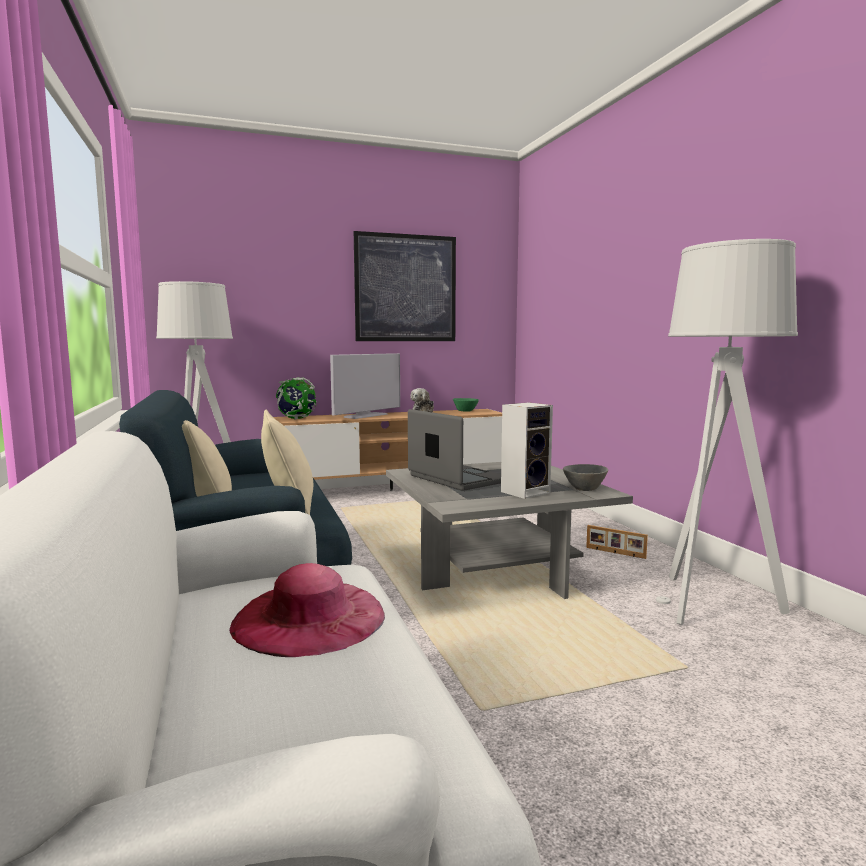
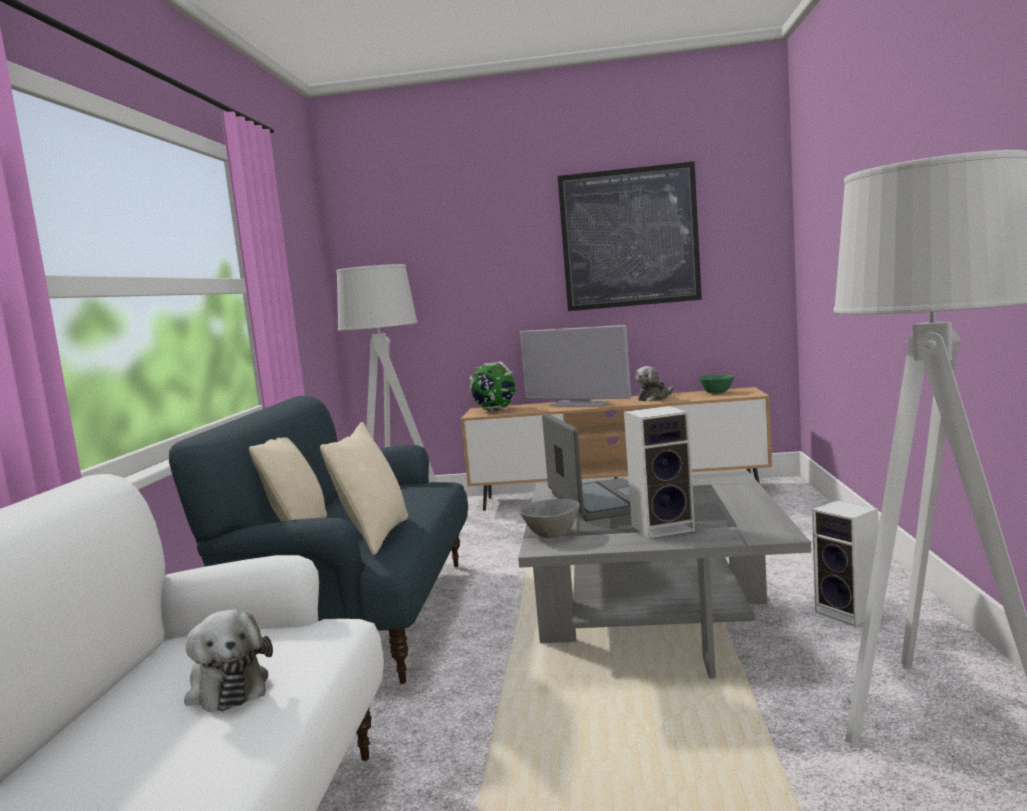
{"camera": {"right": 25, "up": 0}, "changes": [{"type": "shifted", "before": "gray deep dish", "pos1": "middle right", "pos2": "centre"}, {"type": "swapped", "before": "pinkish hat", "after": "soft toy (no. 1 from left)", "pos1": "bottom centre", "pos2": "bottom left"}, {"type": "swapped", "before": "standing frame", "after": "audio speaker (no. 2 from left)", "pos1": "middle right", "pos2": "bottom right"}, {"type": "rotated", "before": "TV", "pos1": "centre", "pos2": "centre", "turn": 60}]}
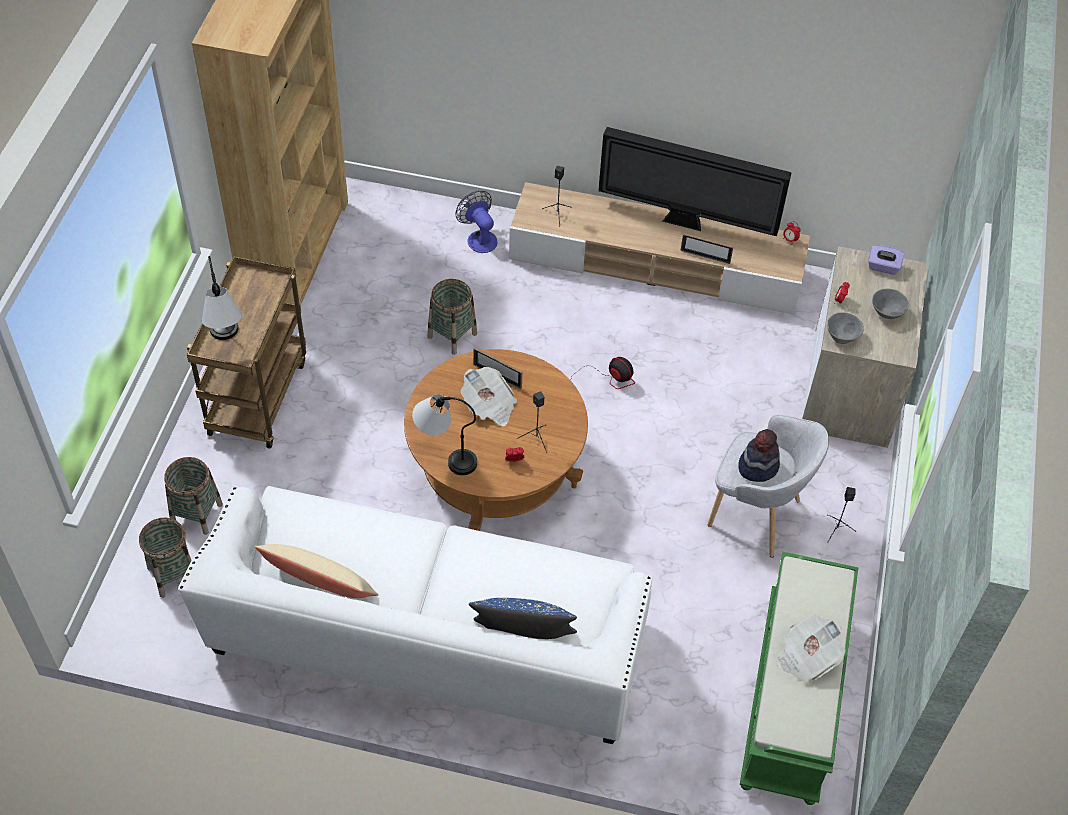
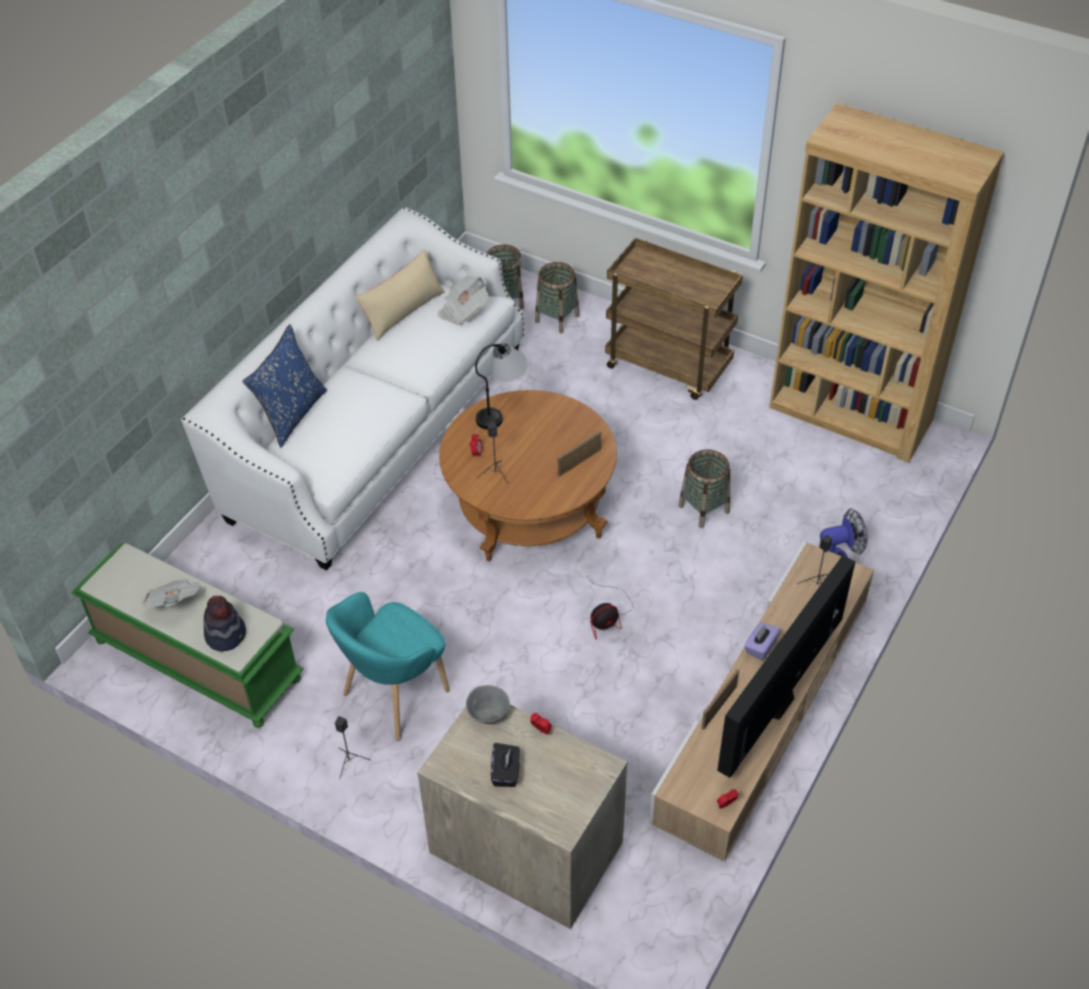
{"camera": {"right": 110, "up": -5}, "changes": [{"type": "gone", "before": "lamp for a table (no. 1 from left)", "pos1": "middle left"}, {"type": "shifted", "before": "daily paper (no. 1 from left in the first image)", "after": "daily paper (no. 2 from left)", "pos1": "centre", "pos2": "top centre"}, {"type": "shifted", "before": "hat", "pos1": "middle right", "pos2": "middle left"}, {"type": "shifted", "before": "purple tissue box", "pos1": "top right", "pos2": "middle right"}, {"type": "swapped", "before": "gray deep dish (no. 2 from left)", "after": "blackish tissue box", "pos1": "middle right", "pos2": "bottom centre"}, {"type": "repainted", "before": "gray lounge chair", "after": "turquoise-coloured lounge chair", "pos1": "middle right", "pos2": "bottom centre"}]}
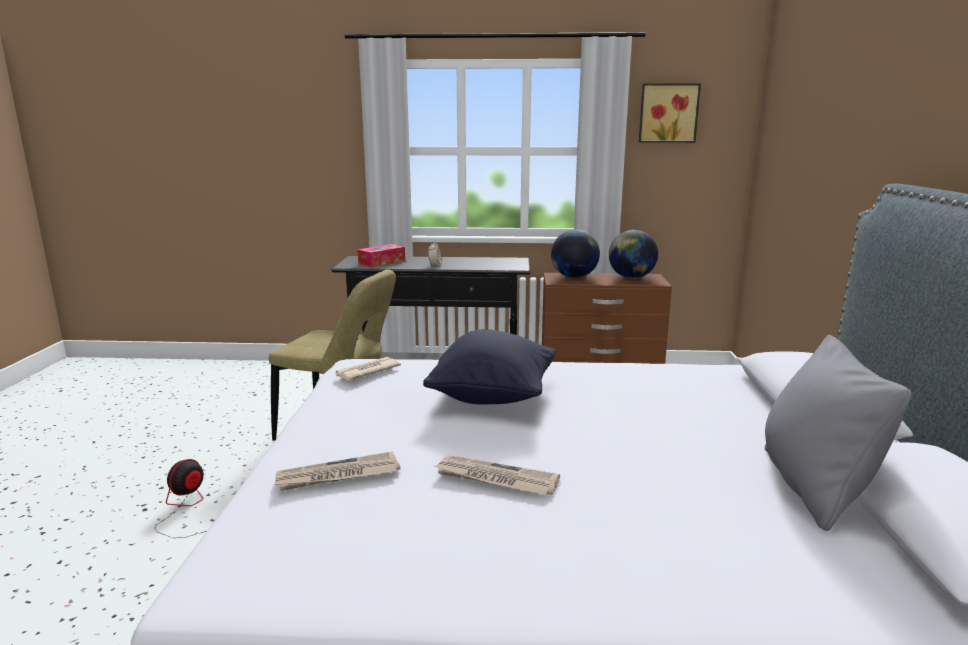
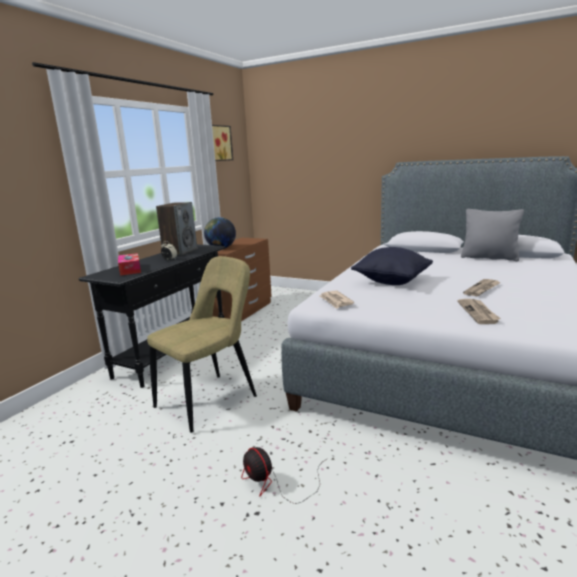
{"camera": {"right": -65, "up": 0}, "changes": [{"type": "gone", "before": "globe (no. 2 from left)", "pos1": "centre"}, {"type": "new", "after": "audio speaker", "pos2": "middle left"}]}
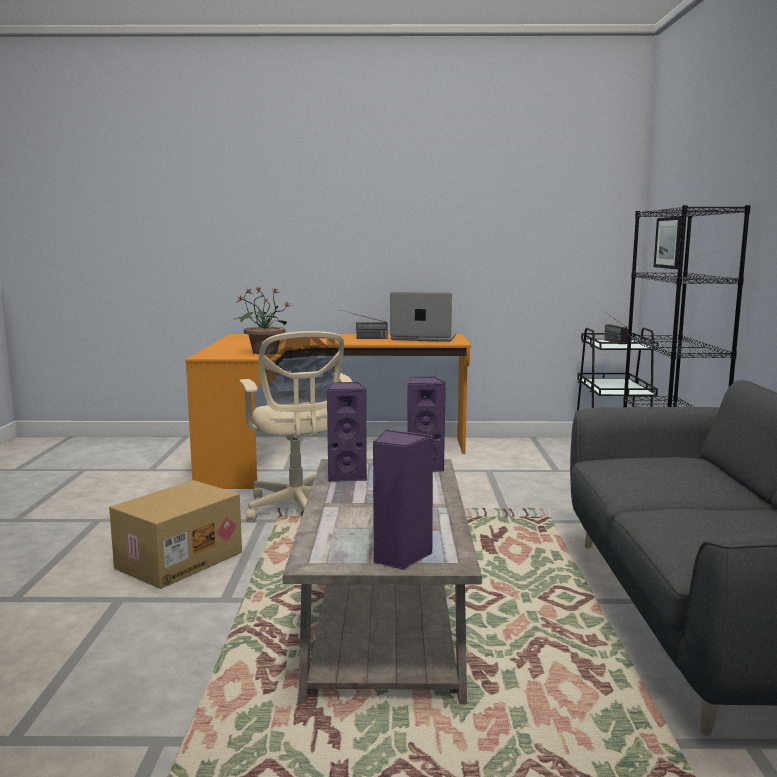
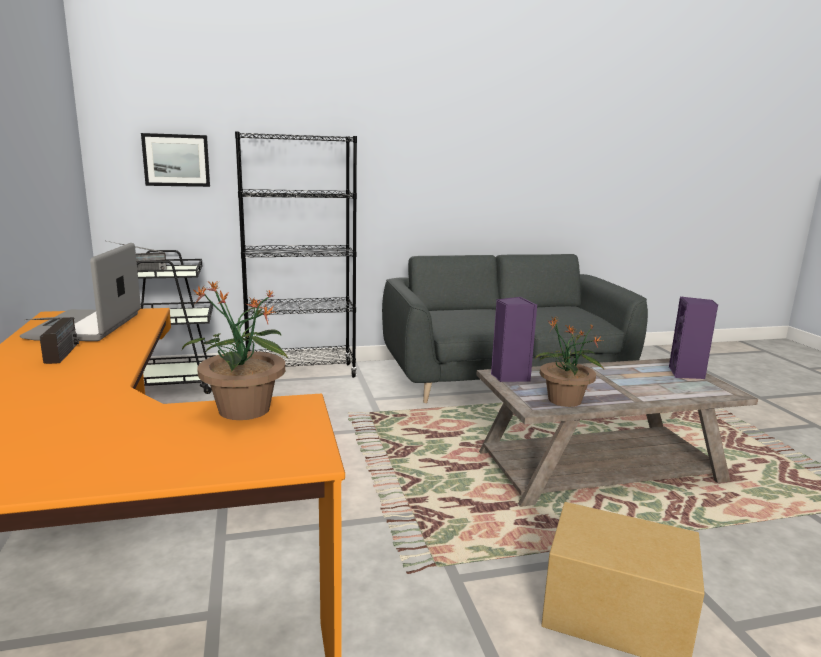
{"camera": {"right": -105, "up": 5}, "changes": [{"type": "gone", "before": "sand-coloured computer chair", "pos1": "centre"}, {"type": "swapped", "before": "purple audio speaker (no. 1 from left)", "after": "houseplant (no. 2 from left)", "pos1": "centre", "pos2": "middle right"}]}
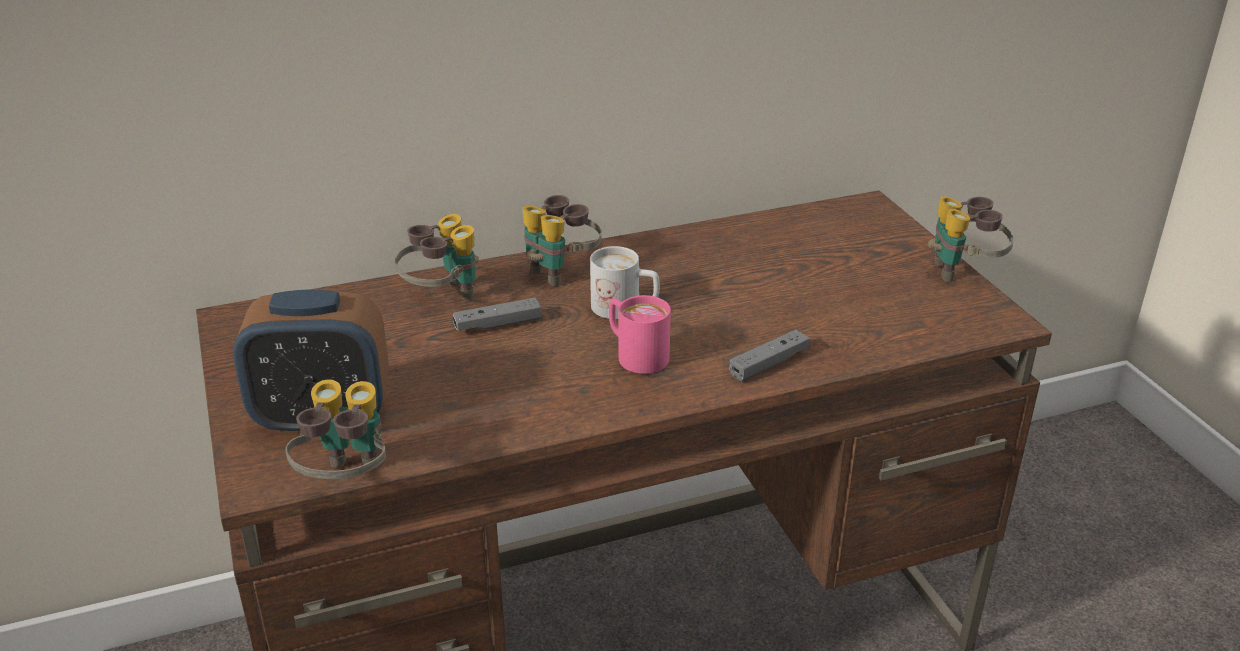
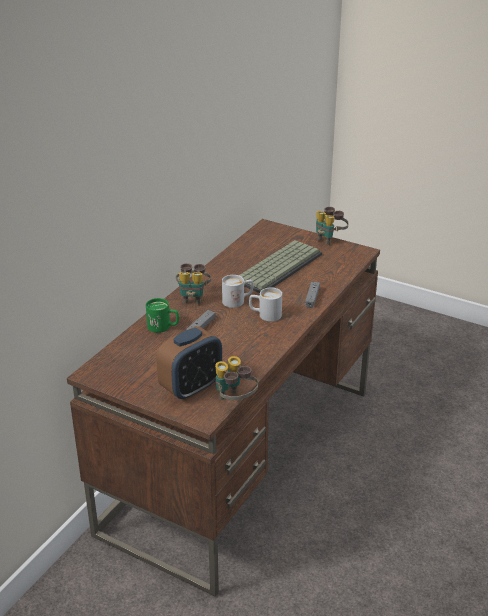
{"camera": {"right": -40, "up": 0}, "changes": [{"type": "new", "after": "computer keyboard", "pos2": "centre"}, {"type": "swapped", "before": "field glasses (no. 2 from left)", "after": "green mug", "pos1": "centre", "pos2": "middle left"}, {"type": "repainted", "before": "pinkish mug", "after": "white mug (no. 2 from left)", "pos1": "centre", "pos2": "centre"}]}
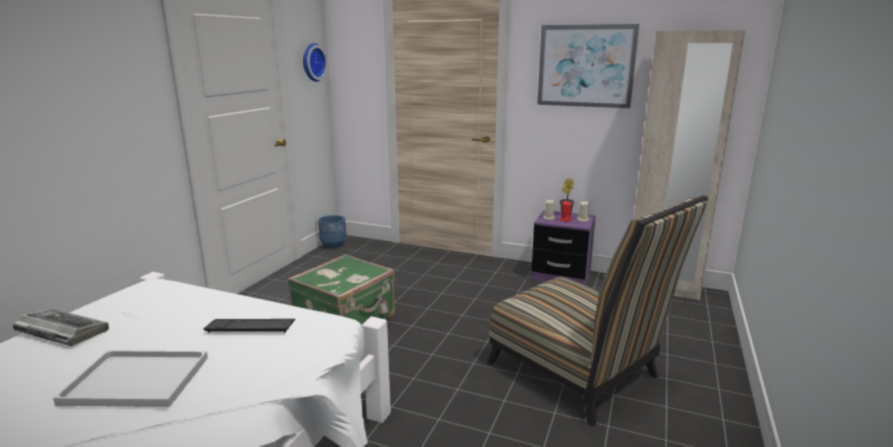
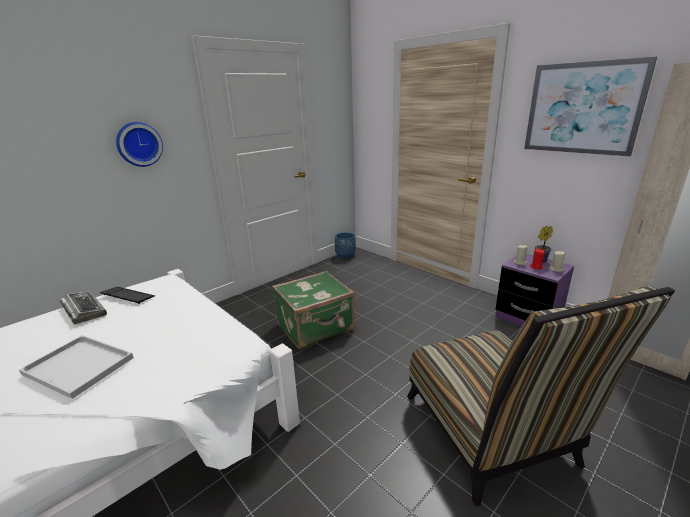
{"camera": {"right": 25, "up": 5}, "changes": [{"type": "shifted", "before": "computer keyboard (no. 2 from left)", "pos1": "bottom left", "pos2": "middle left"}, {"type": "shifted", "before": "wall clock", "pos1": "top centre", "pos2": "top left"}]}
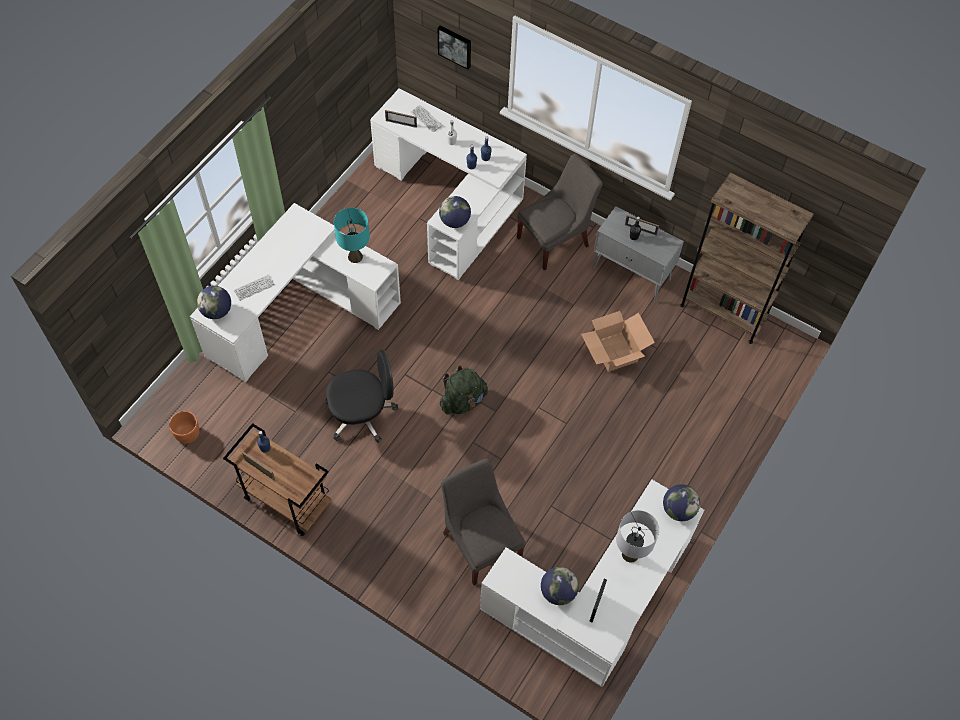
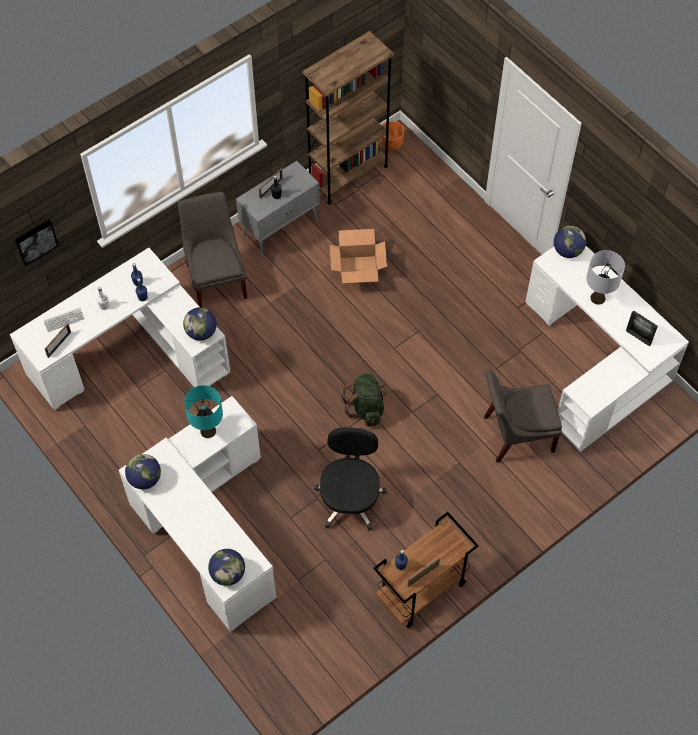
{"camera": {"right": -70, "up": 0}, "changes": [{"type": "gone", "before": "computer keyboard (no. 1 from left)", "pos1": "middle left"}, {"type": "shifted", "before": "orange-coloured flower pot", "pos1": "middle left", "pos2": "top centre"}, {"type": "shifted", "before": "globe (no. 3 from left in the first image)", "after": "globe (no. 1 from left)", "pos1": "bottom centre", "pos2": "middle left"}]}
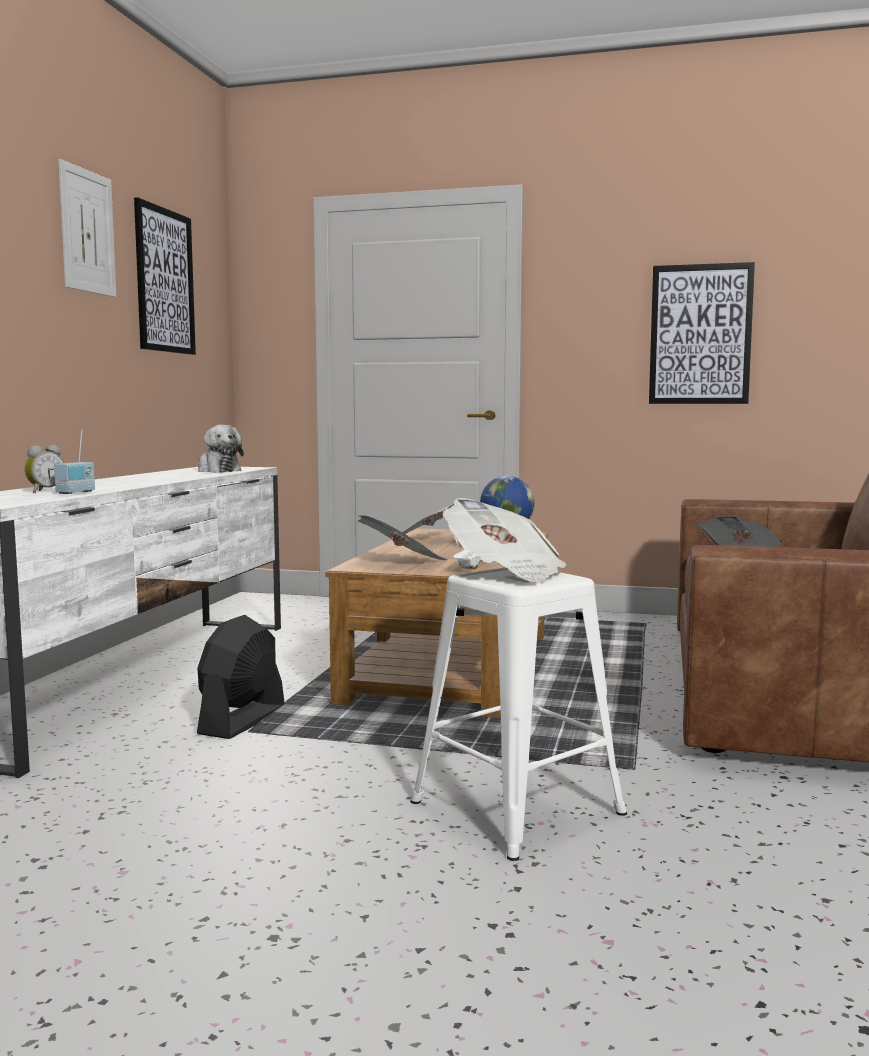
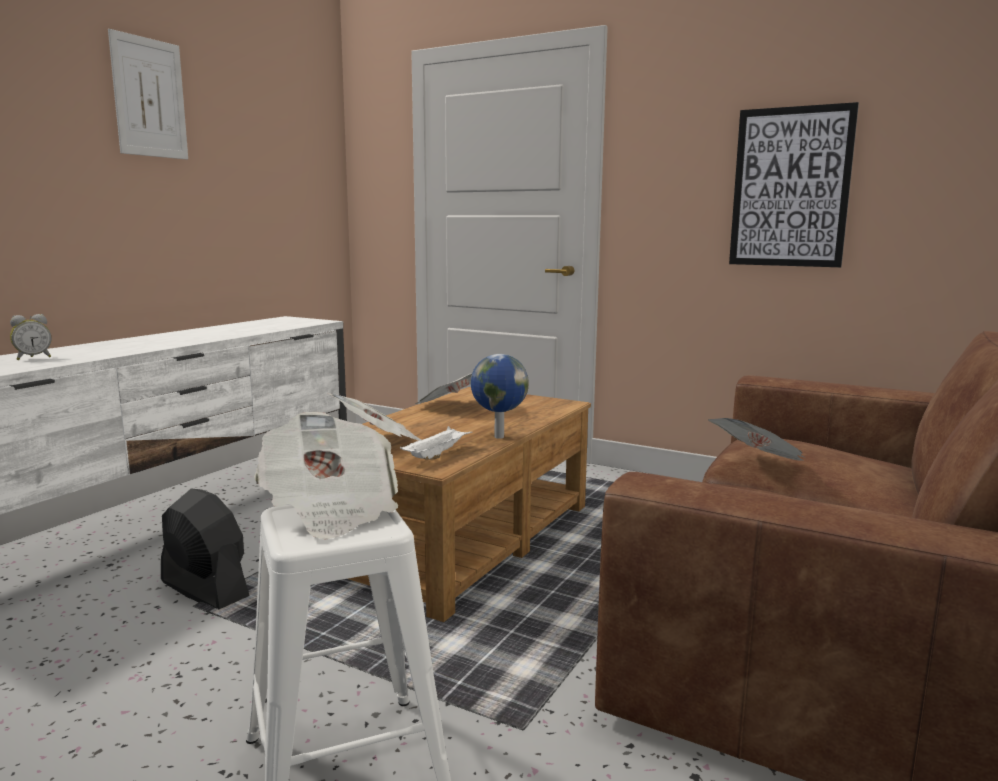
{"camera": {"right": 15, "up": 5}, "changes": [{"type": "gone", "before": "radio receiver", "pos1": "middle left"}, {"type": "gone", "before": "wall picture (no. 2 from left)", "pos1": "top left"}, {"type": "gone", "before": "soft toy", "pos1": "middle left"}, {"type": "rotated", "before": "blackish cooling fan", "pos1": "middle left", "pos2": "bottom left", "turn": 90}]}
